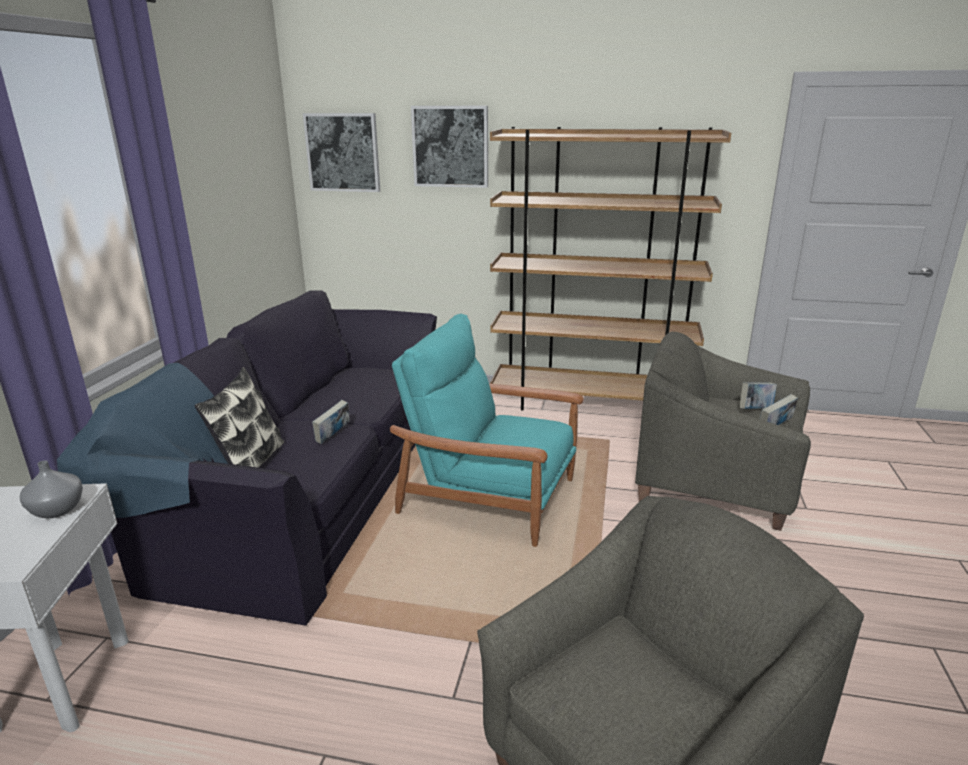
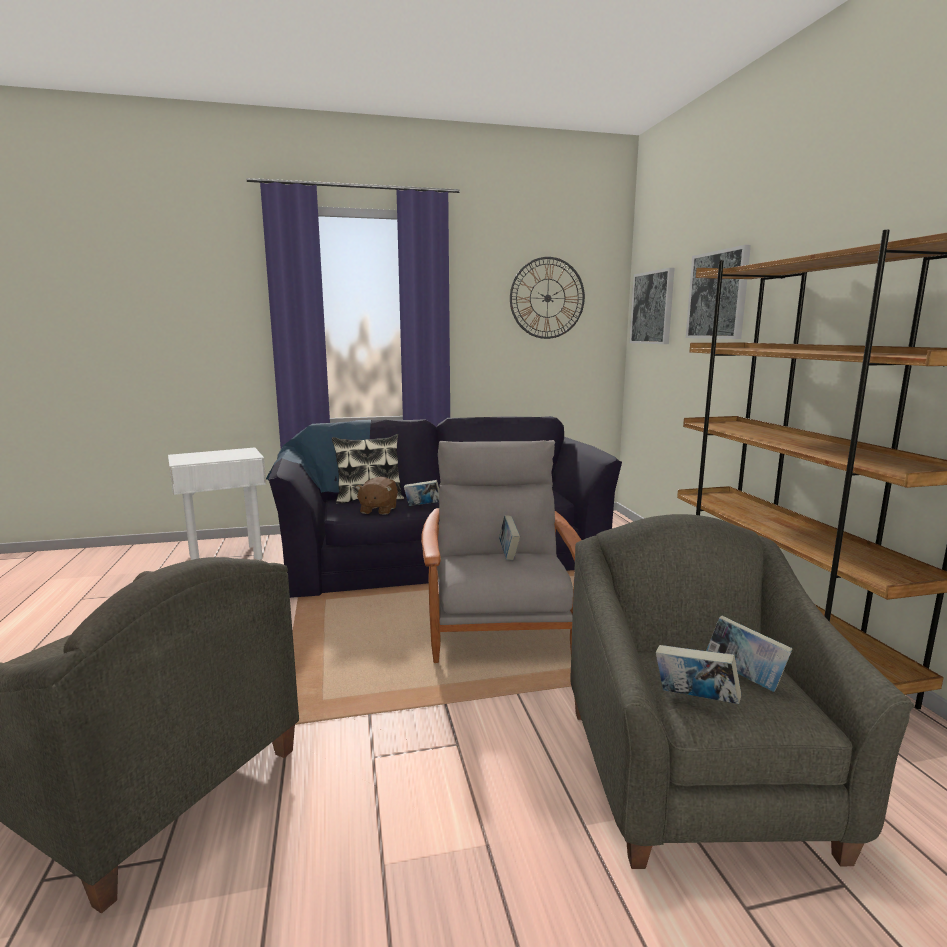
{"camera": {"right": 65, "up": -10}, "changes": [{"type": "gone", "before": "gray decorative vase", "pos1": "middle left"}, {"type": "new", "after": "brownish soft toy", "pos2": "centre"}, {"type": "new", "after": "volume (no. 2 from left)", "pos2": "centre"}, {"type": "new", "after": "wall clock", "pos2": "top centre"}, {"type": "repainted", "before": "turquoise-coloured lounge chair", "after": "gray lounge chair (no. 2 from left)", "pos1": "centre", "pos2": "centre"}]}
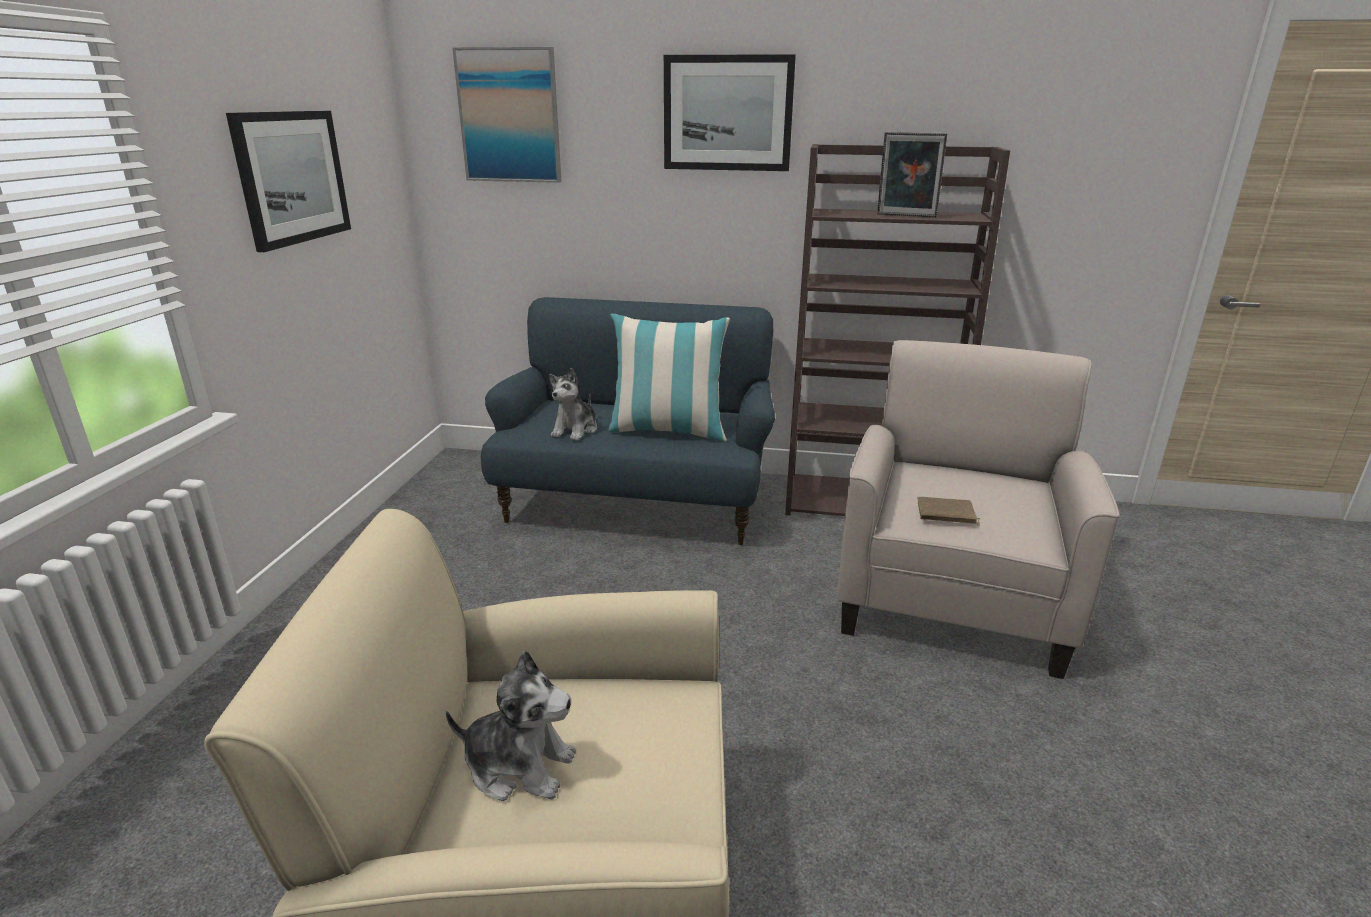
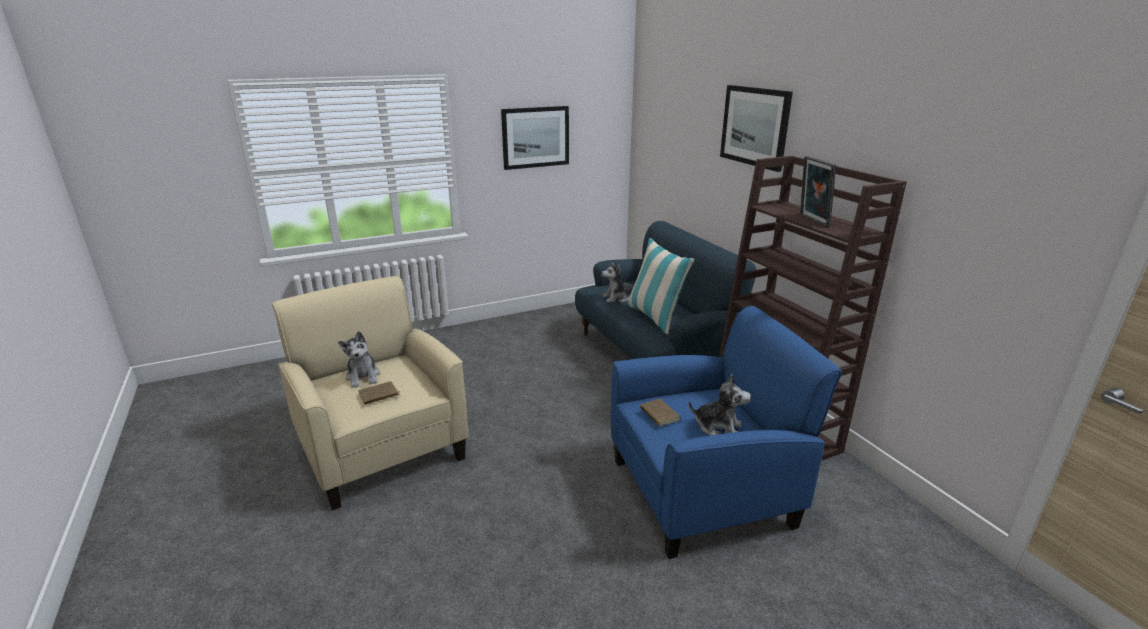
{"camera": {"right": 55, "up": 0}, "changes": [{"type": "gone", "before": "wall picture (no. 2 from left)", "pos1": "top centre"}, {"type": "new", "after": "brownish volume (no. 1 from left)", "pos2": "middle left"}, {"type": "new", "after": "soft toy (no. 3 from left)", "pos2": "centre"}, {"type": "repainted", "before": "sand-coloured lounge chair (no. 2 from left)", "after": "bluish lounge chair", "pos1": "middle right", "pos2": "bottom centre"}]}
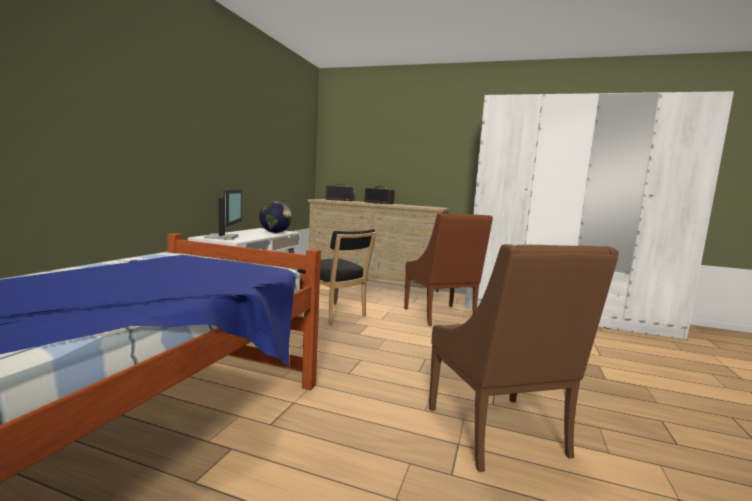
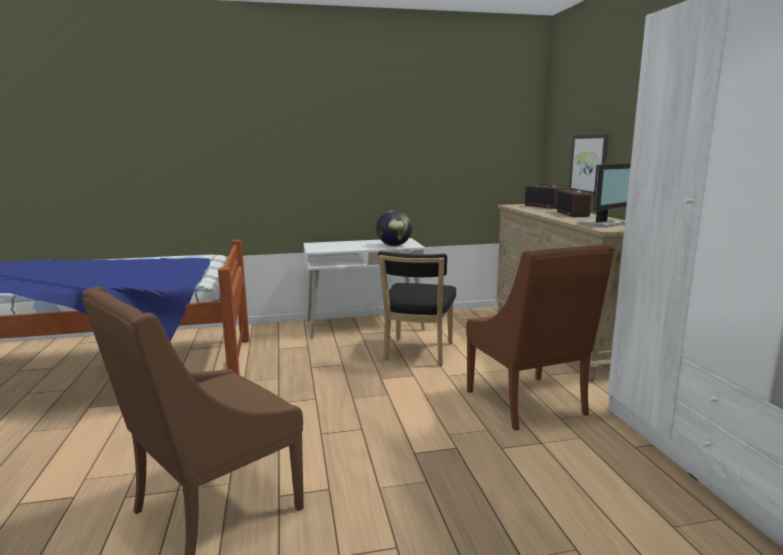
{"camera": {"right": 60, "up": 5}, "changes": [{"type": "new", "after": "wall picture", "pos2": "top right"}, {"type": "shifted", "before": "computer screen", "pos1": "middle left", "pos2": "middle right"}, {"type": "rotated", "before": "brownish lounge chair (no. 1 from left in the first image)", "pos1": "centre", "pos2": "middle right", "turn": -60}]}
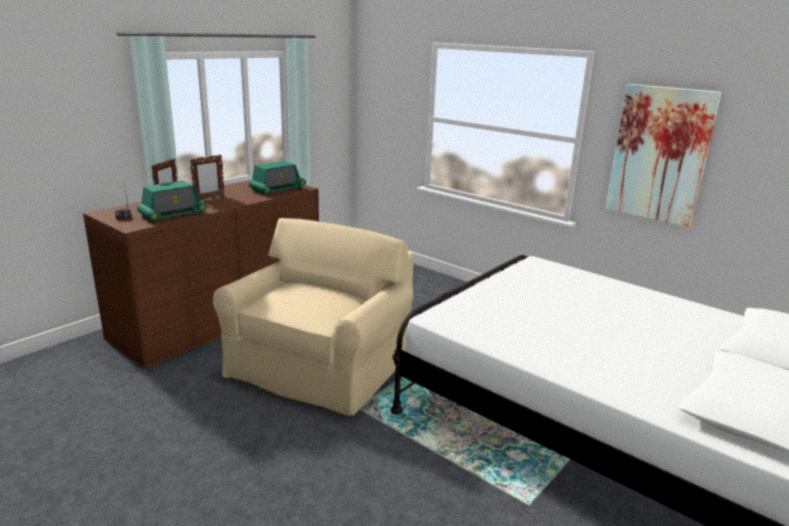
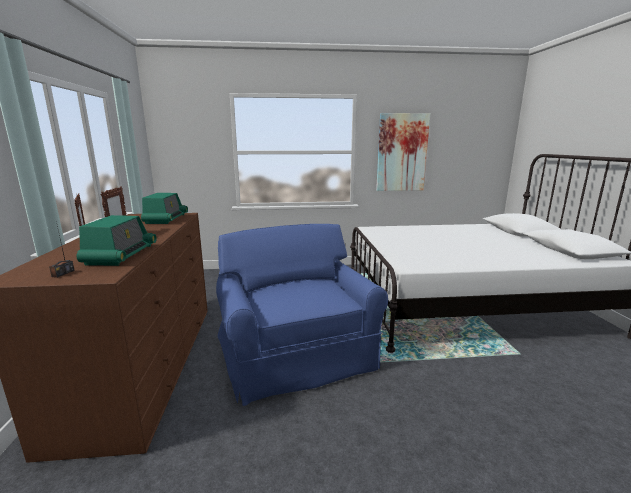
{"camera": {"right": -45, "up": -5}, "changes": [{"type": "repainted", "before": "sand-coloured lounge chair", "after": "bluish lounge chair", "pos1": "centre", "pos2": "centre"}]}
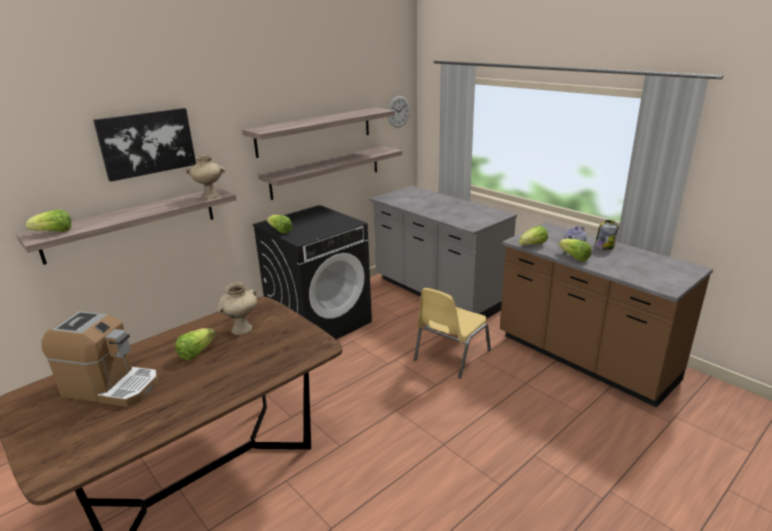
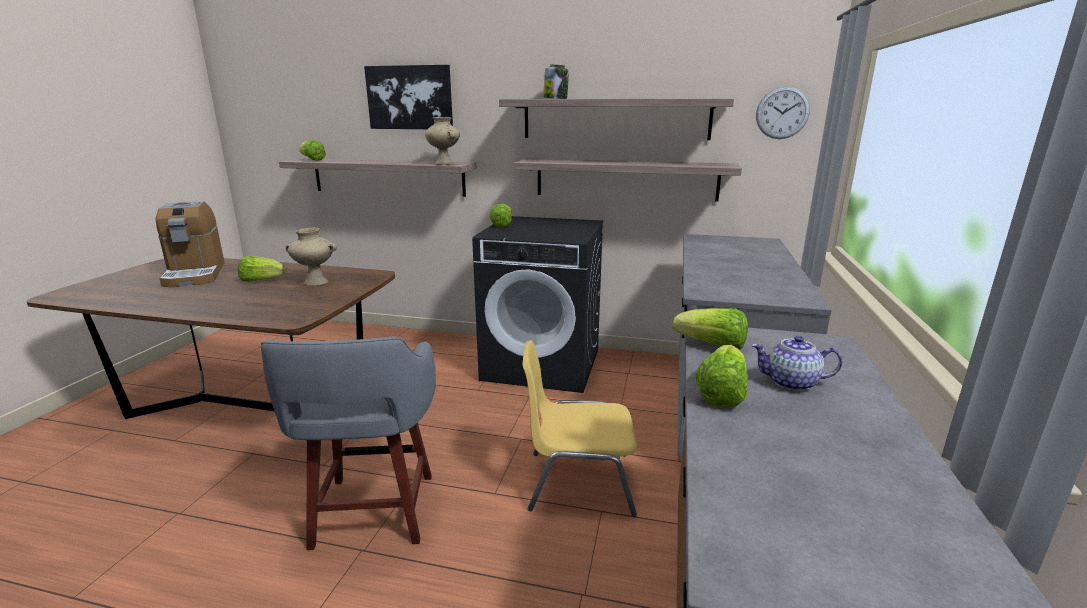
{"camera": {"right": 55, "up": -5}, "changes": [{"type": "new", "after": "gray stool", "pos2": "bottom left"}, {"type": "shifted", "before": "jar", "pos1": "middle right", "pos2": "top centre"}]}
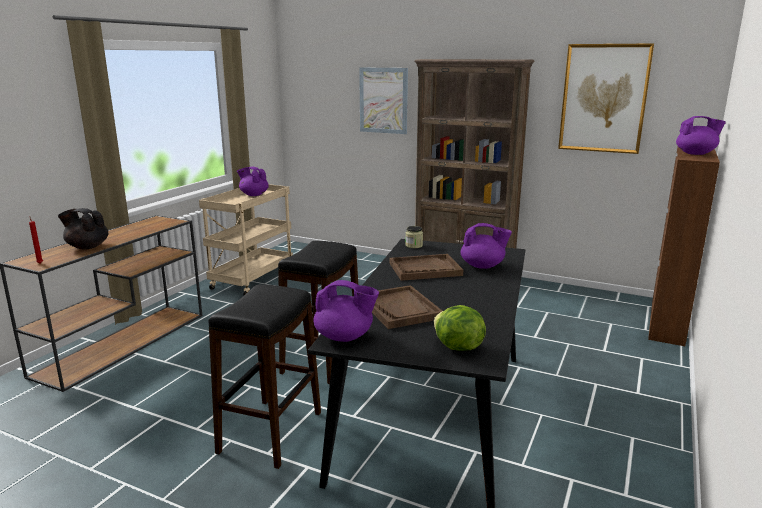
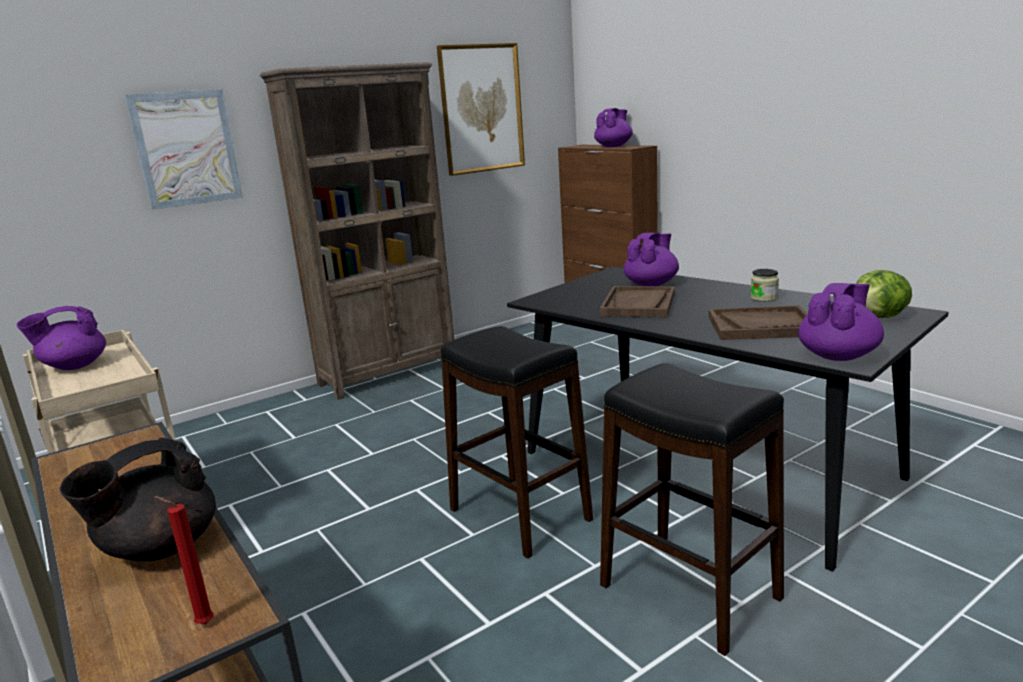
{"camera": {"right": -60, "up": 0}, "changes": [{"type": "shifted", "before": "jar", "pos1": "centre", "pos2": "middle right"}]}
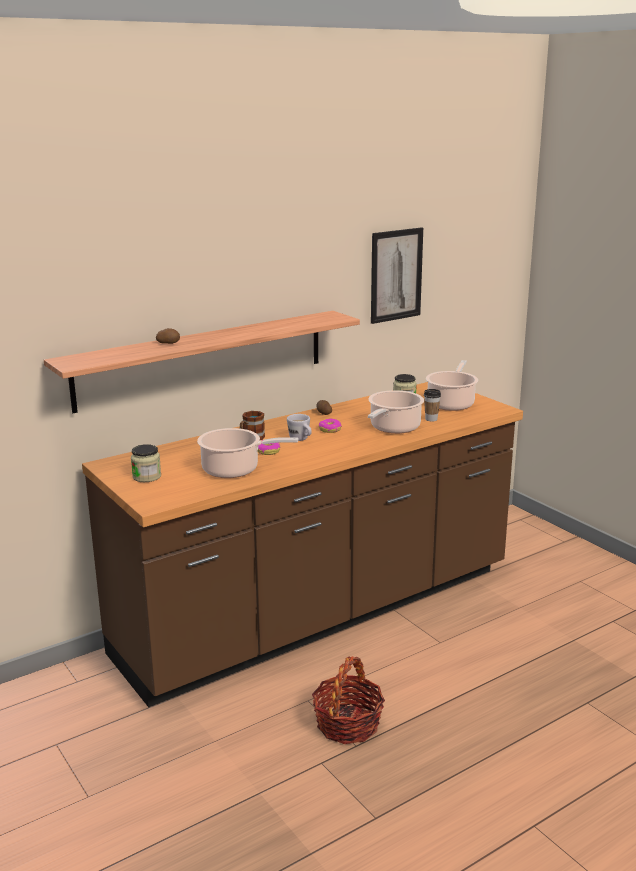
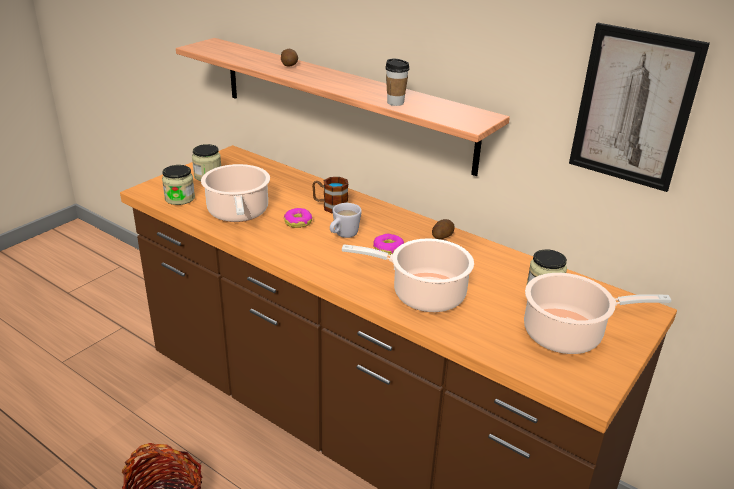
{"camera": {"right": 70, "up": 10}, "changes": [{"type": "new", "after": "jar (no. 1 from left)", "pos2": "middle left"}, {"type": "shifted", "before": "cup", "pos1": "middle right", "pos2": "top centre"}]}
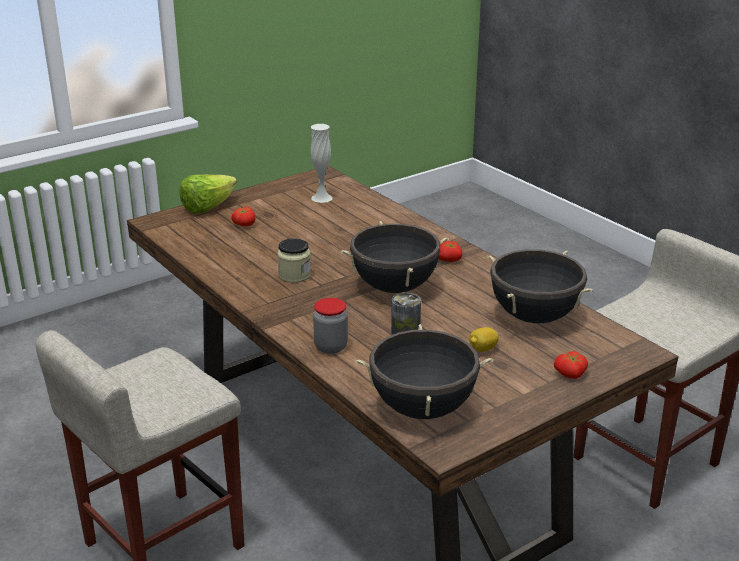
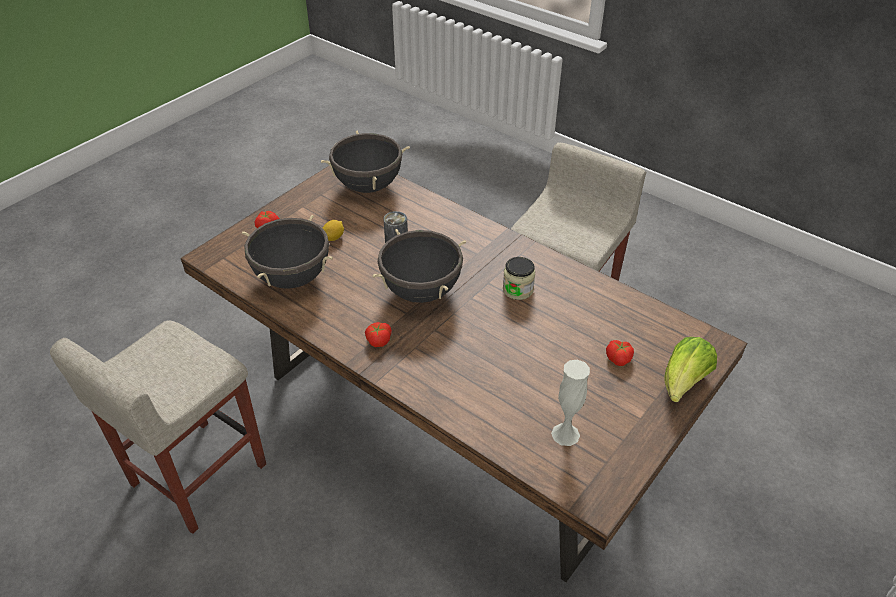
{"camera": {"right": 165, "up": 15}, "changes": [{"type": "gone", "before": "jar (no. 2 from left)", "pos1": "centre"}]}
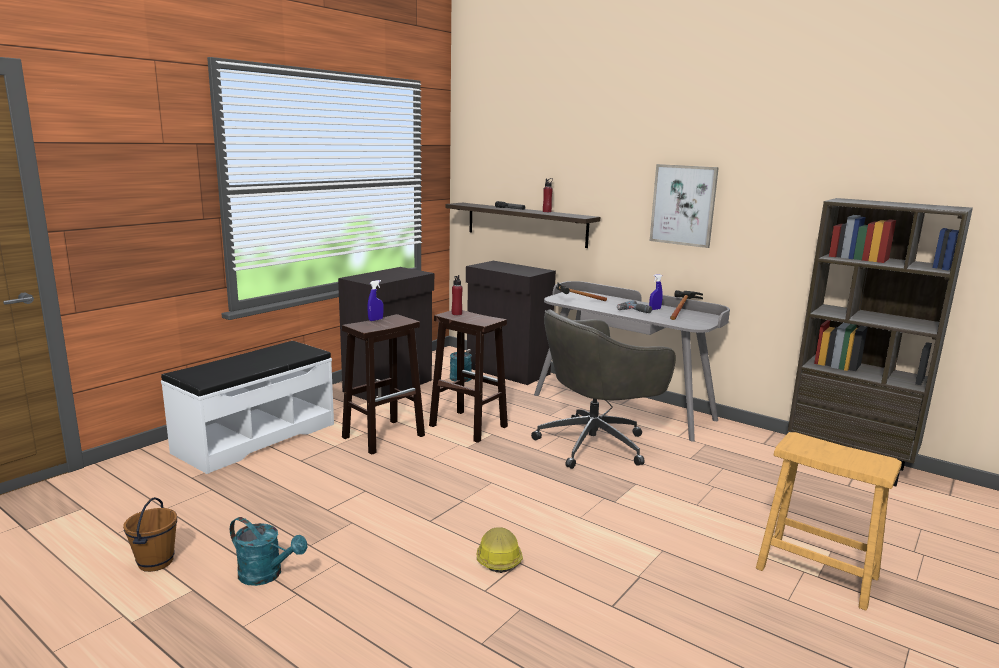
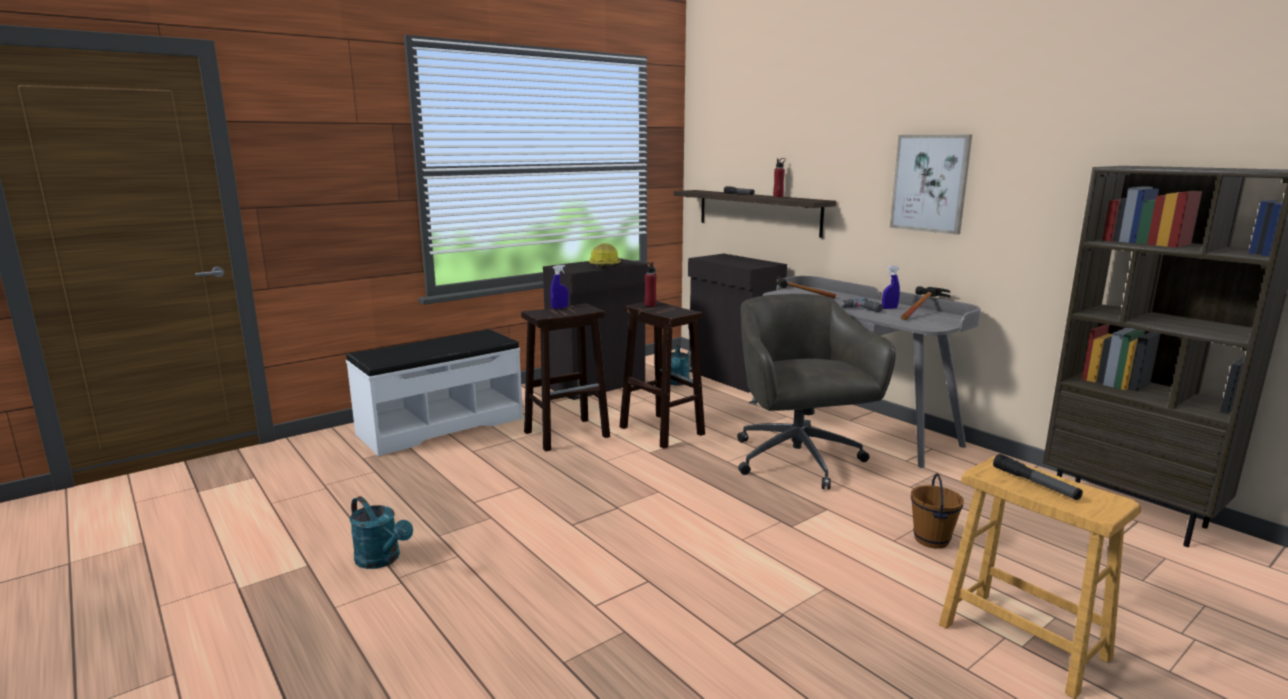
{"camera": {"right": 15, "up": 0}, "changes": [{"type": "new", "after": "flashlight (no. 2 from left)", "pos2": "bottom right"}, {"type": "shifted", "before": "brownish water bucket", "pos1": "bottom left", "pos2": "bottom right"}, {"type": "shifted", "before": "work helmet", "pos1": "bottom centre", "pos2": "centre"}, {"type": "rotated", "before": "gray computer chair", "pos1": "centre", "pos2": "centre", "turn": 90}]}
